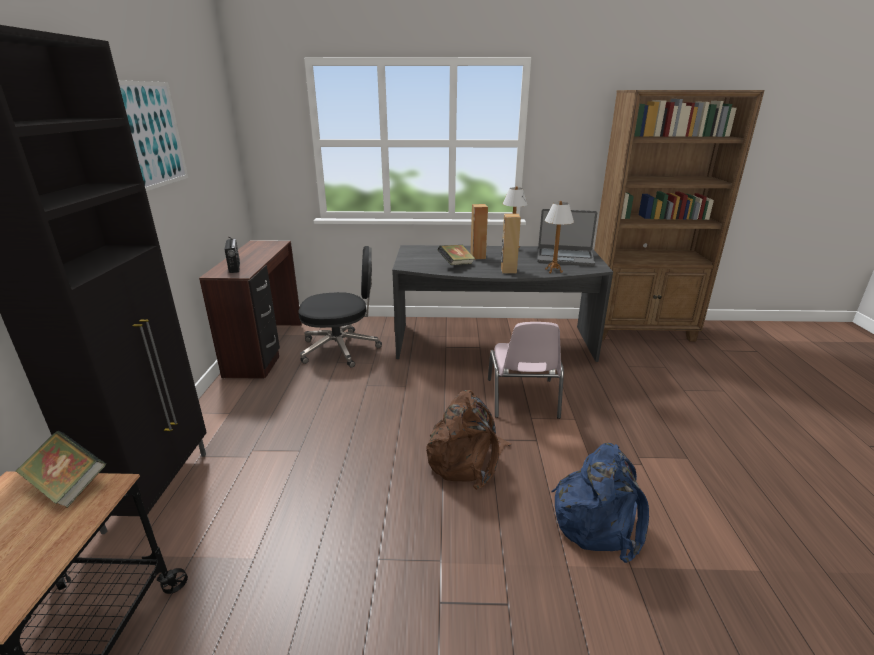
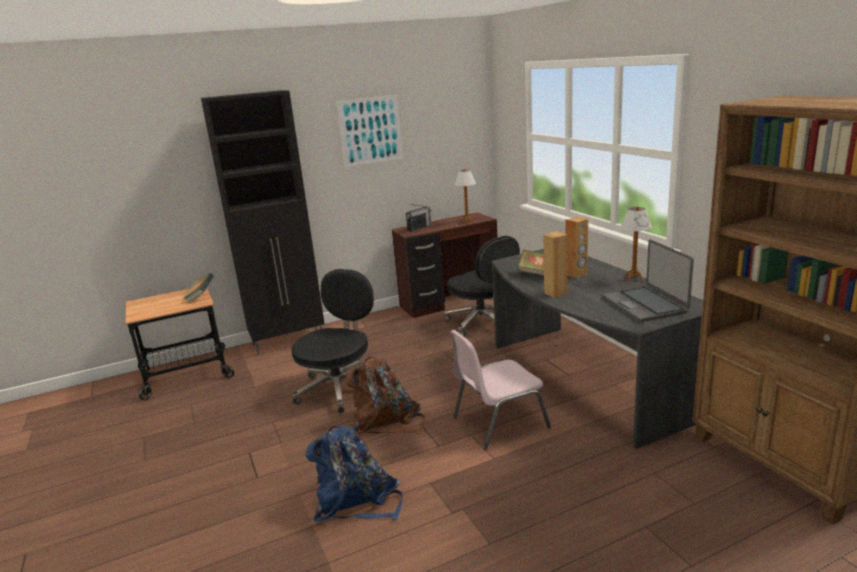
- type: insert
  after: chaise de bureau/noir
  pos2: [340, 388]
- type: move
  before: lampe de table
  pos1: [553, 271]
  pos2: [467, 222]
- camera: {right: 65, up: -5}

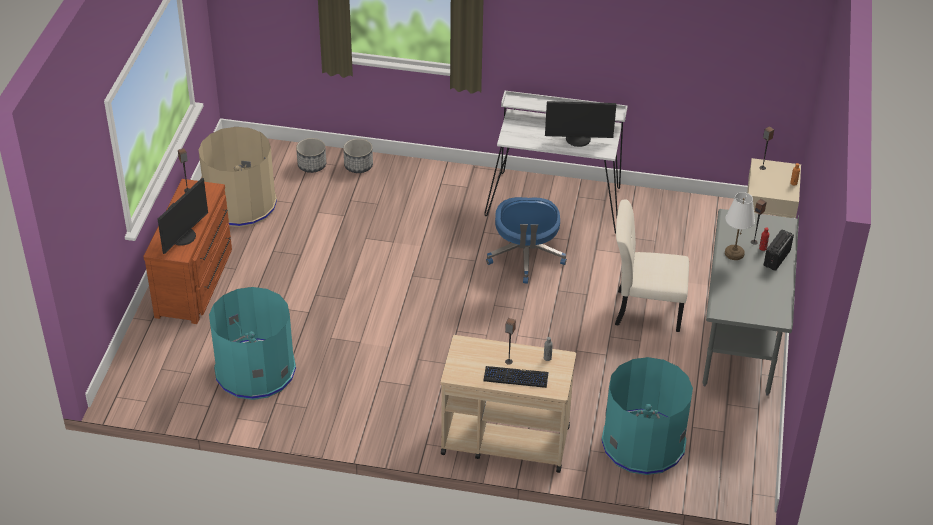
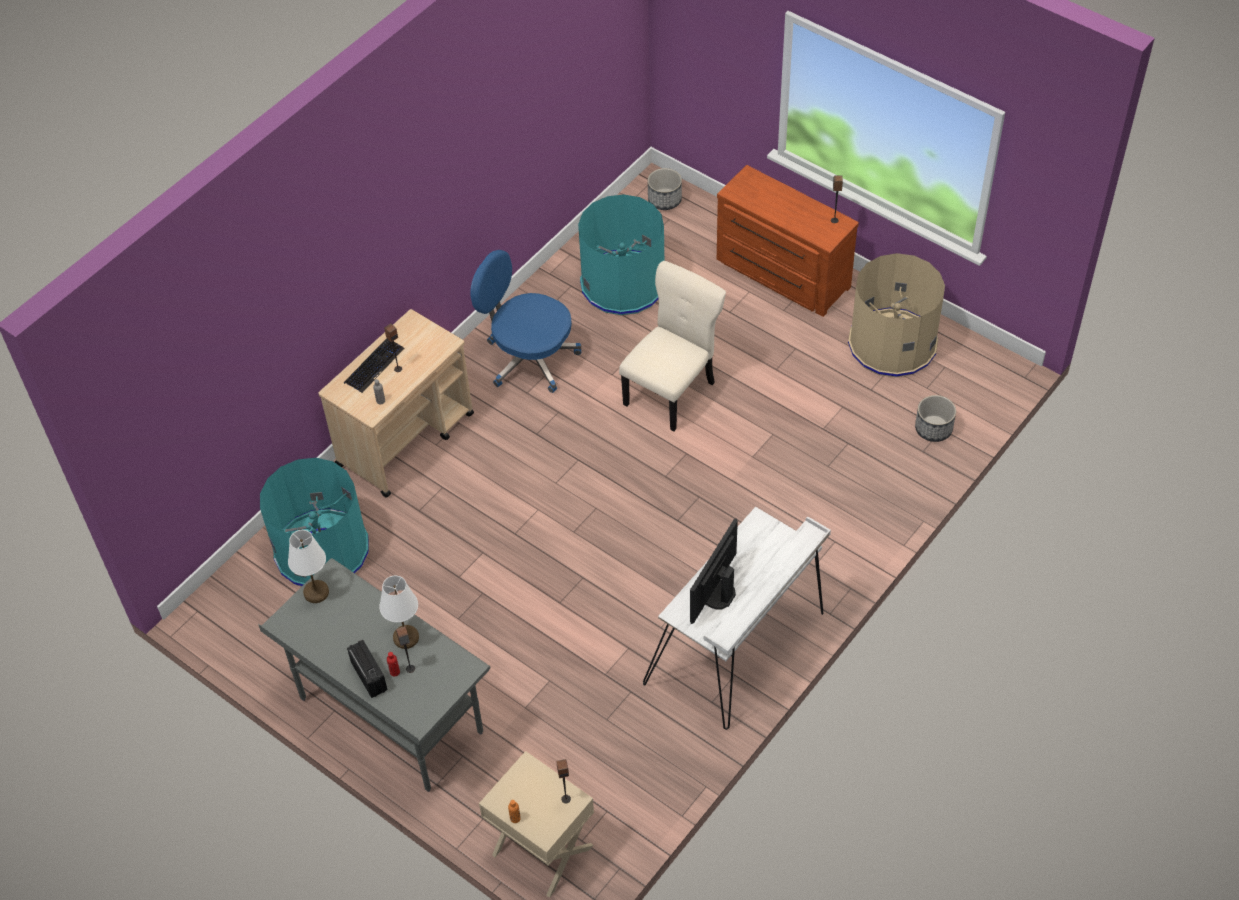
- type: delete
  before: écran d'ordinateur
  pos1: [184, 237]
- type: insert
  after: lampe de table/blanc
  pos2: [317, 592]
- type: move
  before: cache-pot
  pos1: [358, 166]
  pos2: [664, 200]
- type: move
  before: chaise de bureau/bleu
  pos1: [525, 256]
  pos2: [529, 358]
- type: move
  before: chaise/beige
  pos1: [644, 310]
  pos2: [672, 391]
- camera: {right: 120, up: 10}

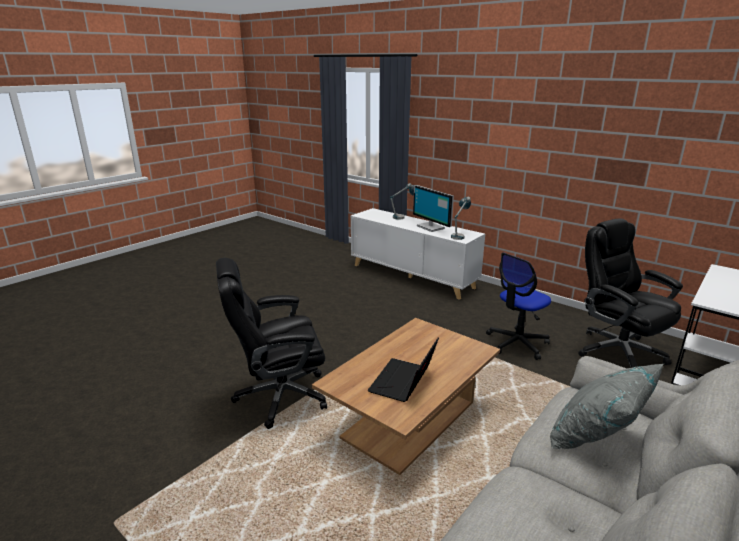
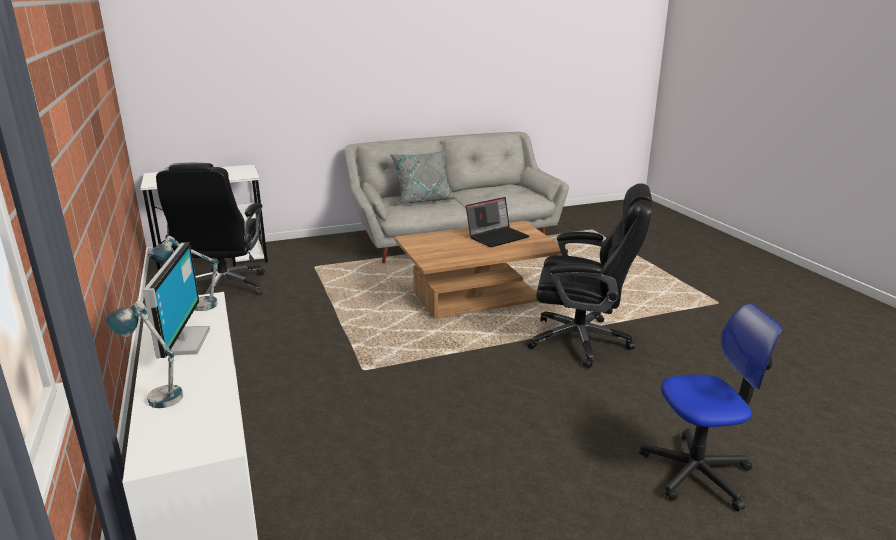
- type: move
  before: chaise de bureau
  pos1: [517, 343]
  pos2: [696, 472]
- camera: {right: -150, up: 0}

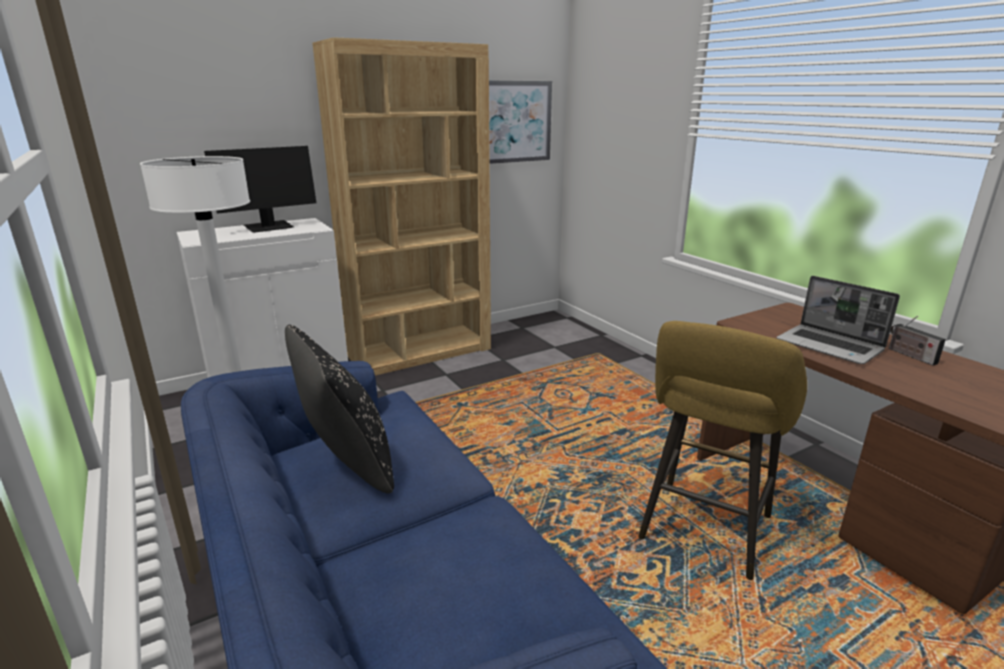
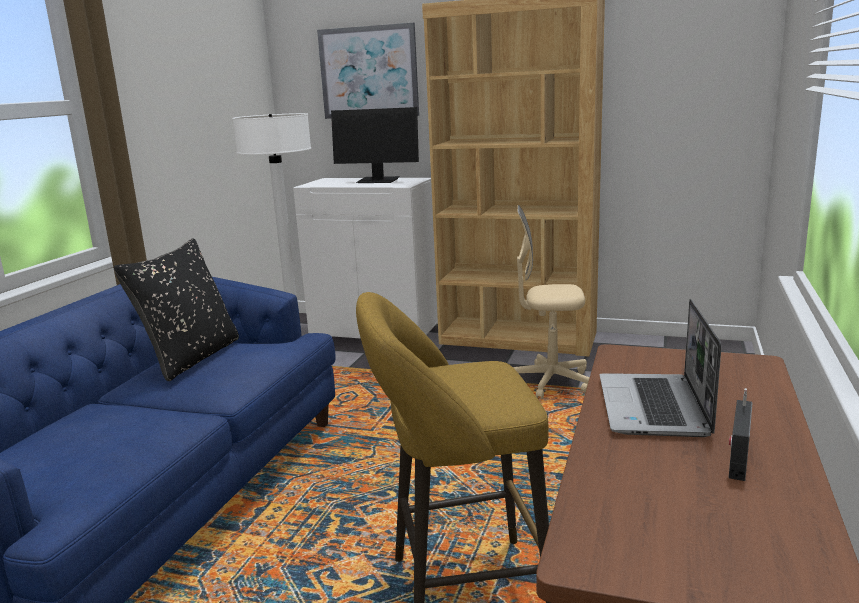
- type: insert
  after: chaise de bureau/beige
  pos2: [550, 382]
- type: move
  before: tableau
  pos1: [512, 122]
  pos2: [368, 72]
- camera: {right: 50, up: -5}

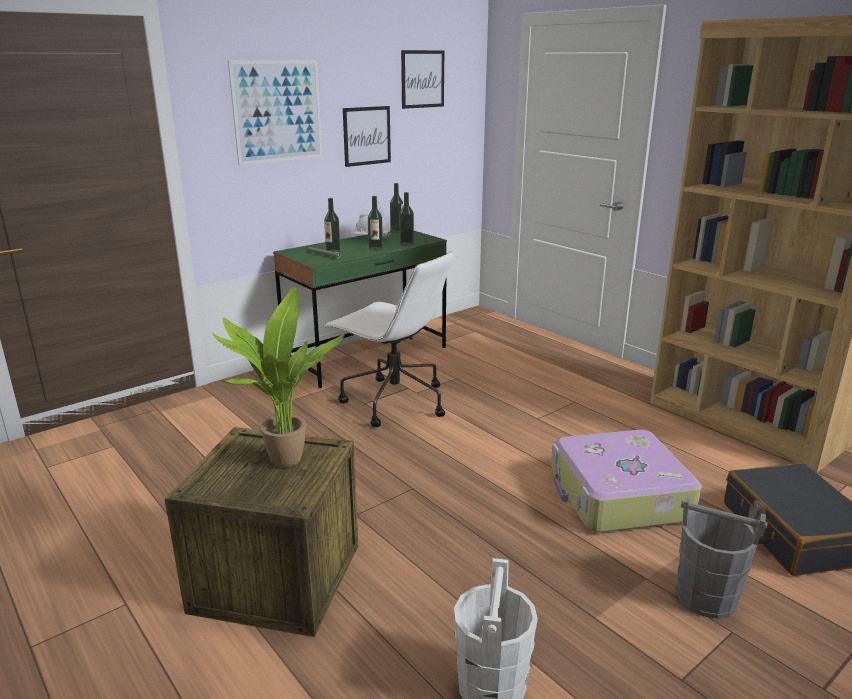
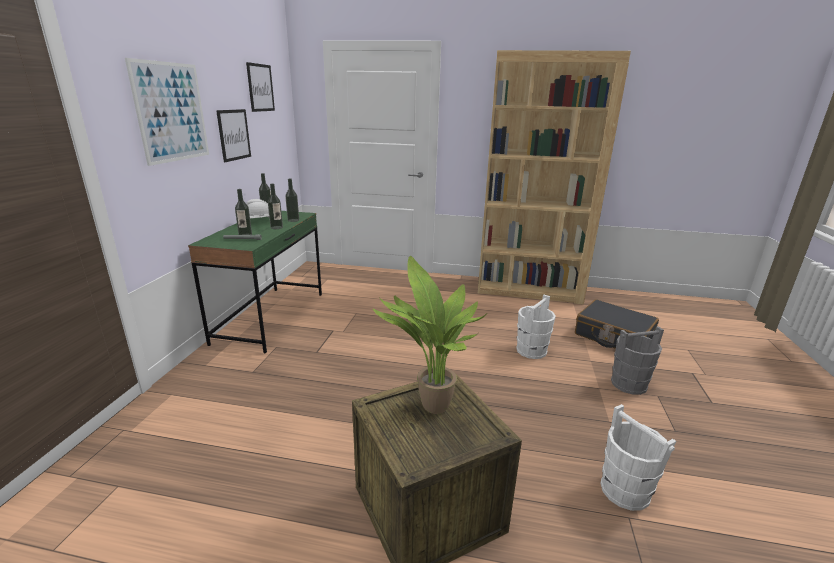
- type: delete
  before: chaise de bureau/blanc
  pos1: [393, 402]
- type: replace
  before: valise
  after: seau/blanc
  pos1: [618, 496]
  pos2: [531, 350]
- camera: {right: -40, up: 0}

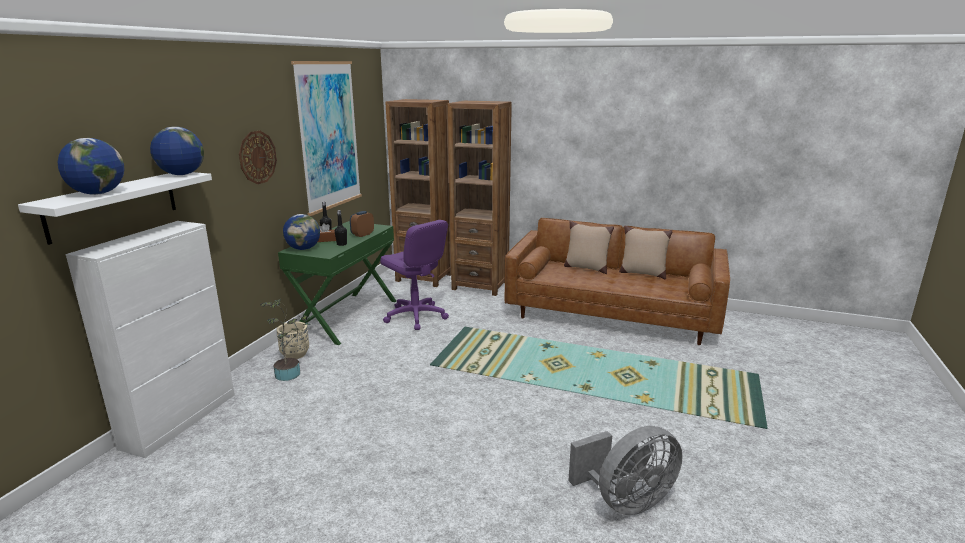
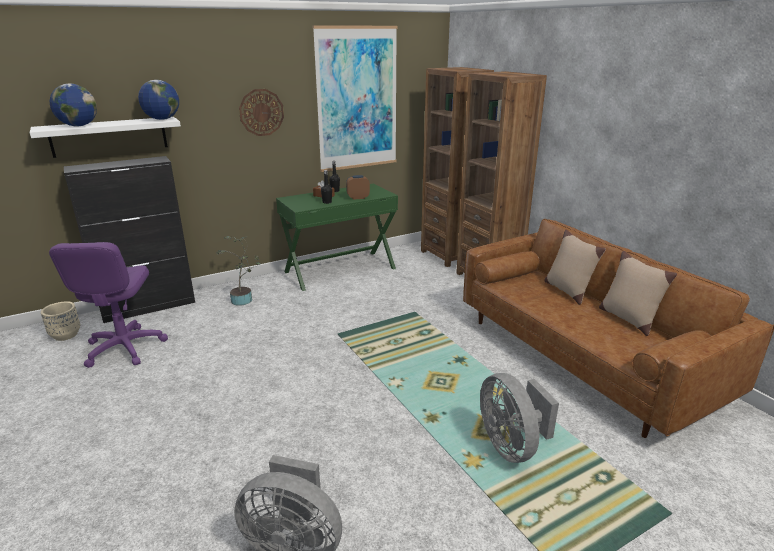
- type: delete
  before: globe
  pos1: [303, 249]
- type: insert
  after: ventilateur/gris
  pos2: [511, 445]
- type: move
  before: cache-pot/beige
  pos1: [295, 354]
  pos2: [66, 335]
- type: move
  before: chaise de bureau/violet
  pos1: [415, 316]
  pos2: [124, 348]
- type: recolor
  before: meuble de rangement/blanc
  after: meuble de rangement/noir
  pos1: [181, 420]
  pos2: [149, 306]
- camera: {right: 40, up: 5}

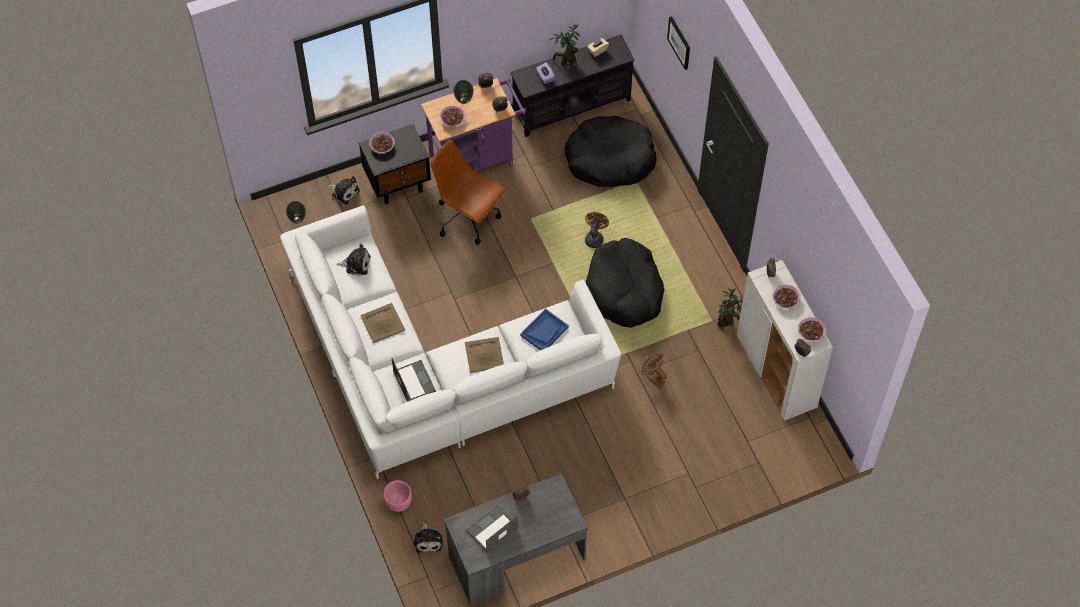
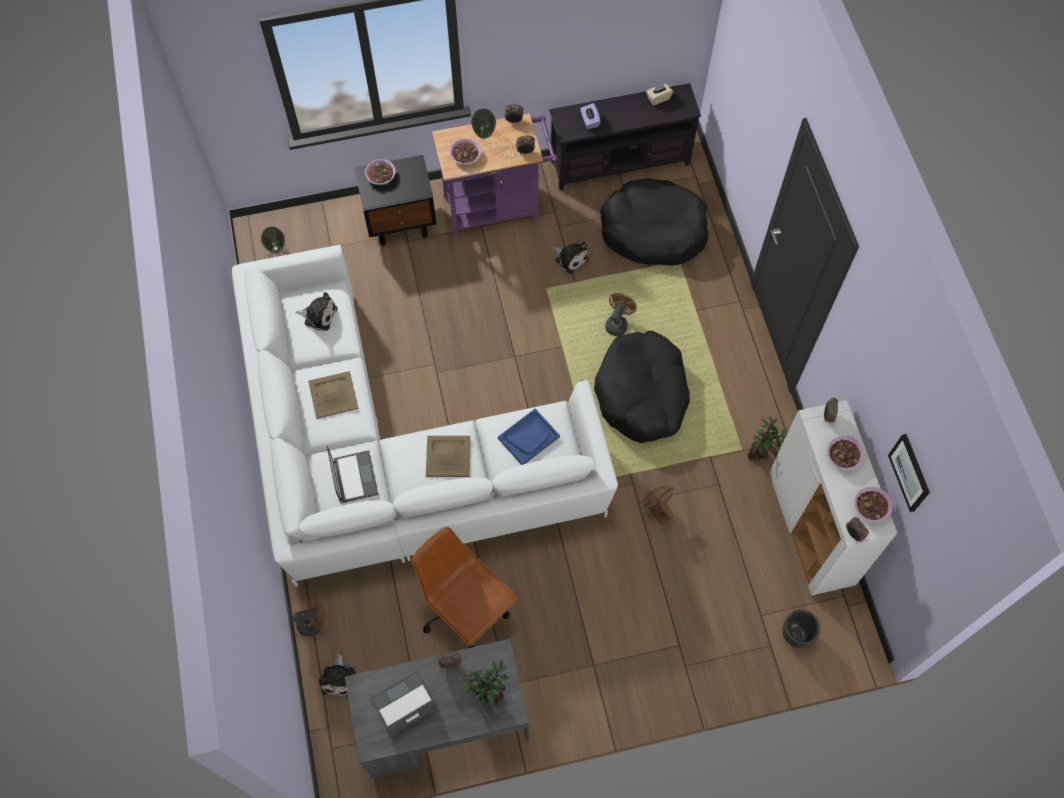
- type: insert
  after: cache-pot/noir
  pos2: [796, 634]
- type: move
  before: peluche
  pos1: [344, 192]
  pos2: [570, 258]
- type: move
  before: chaise de bureau/marron
  pos1: [468, 218]
  pos2: [466, 610]
- type: move
  before: plante en pot
  pos1: [566, 63]
  pos2: [487, 695]
- type: move
  before: tableau
  pos1: [679, 42]
  pos2: [910, 472]
- type: replace
  before: cache-pot/rose
  after: ventilateur/marron
  pos1: [398, 503]
  pos2: [314, 623]
- camera: {right: 10, up: 5}

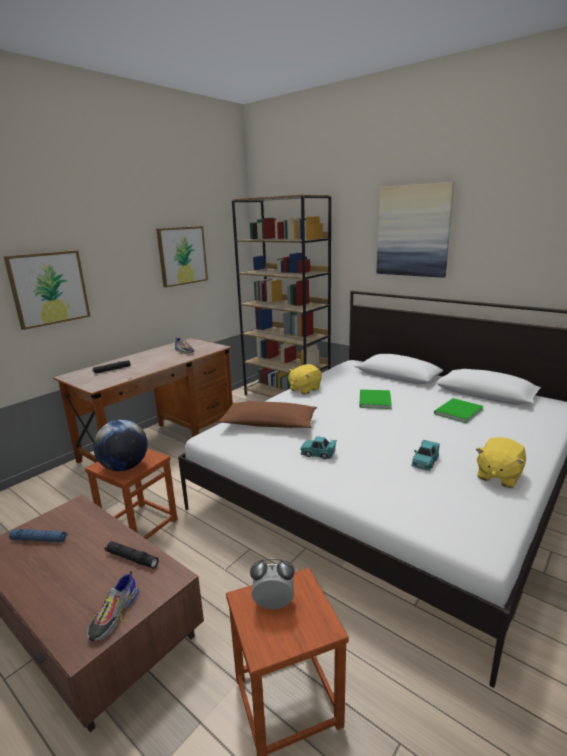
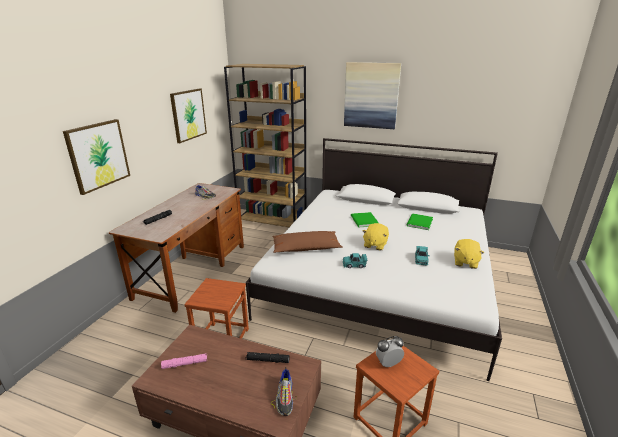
- type: delete
  before: globe
  pos1: [125, 467]
- type: move
  before: peluche/jaune
  pos1: [304, 389]
  pos2: [375, 245]
- type: recolor
  before: lampe de poche/bleu
  after: lampe de poche/rose
  pos1: [39, 539]
  pos2: [185, 364]
- camera: {right: -20, up: 5}

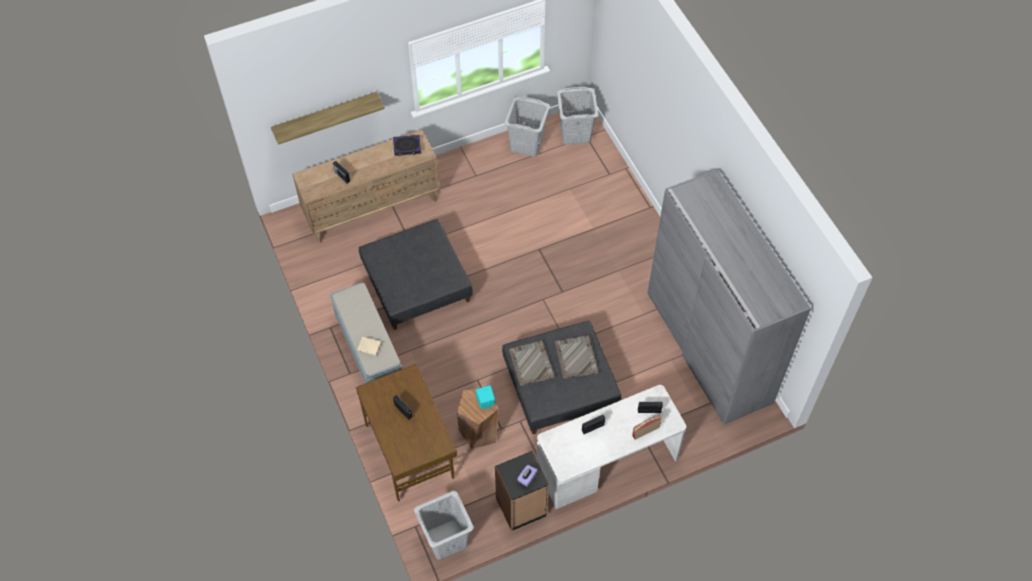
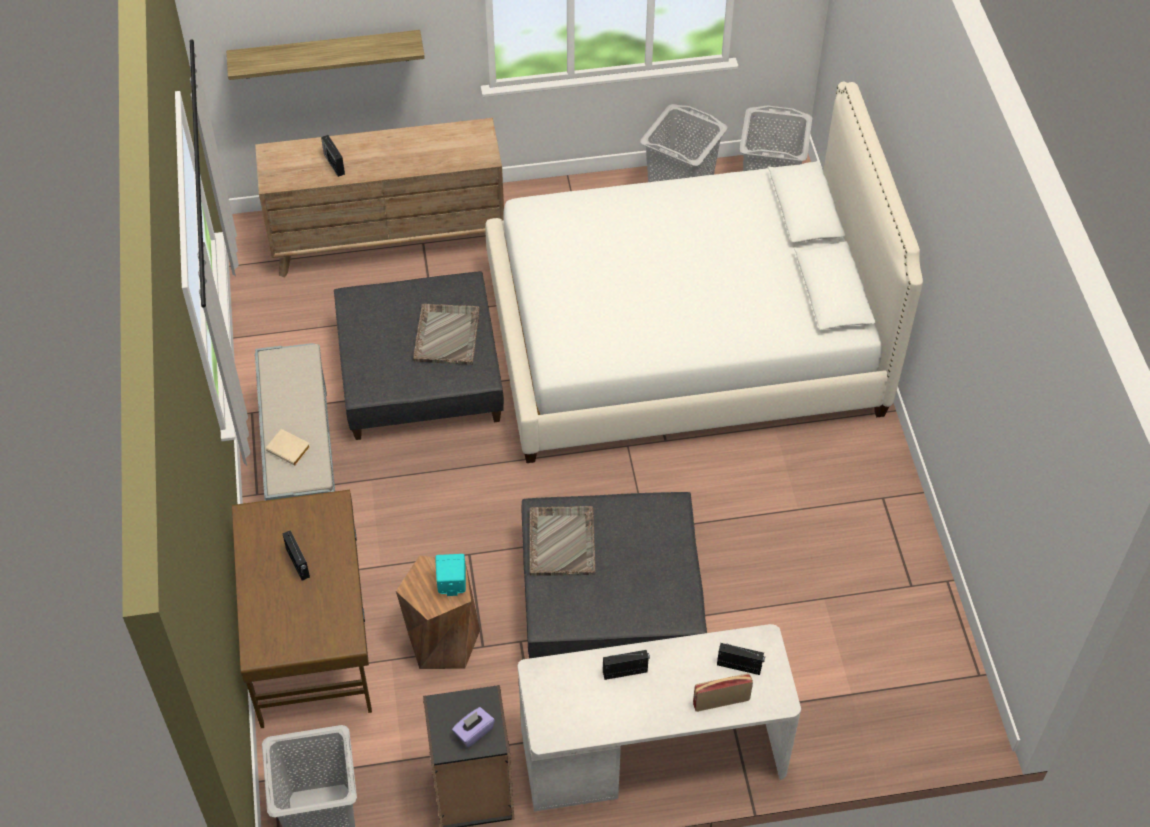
- type: delete
  before: livre
  pos1: [407, 147]
- type: delete
  before: armoire/gris
  pos1: [708, 347]
- type: insert
  after: lit/blanc
  pos2: [684, 340]
- type: move
  before: plateau/gris
  pos1: [576, 357]
  pos2: [447, 335]
- camera: {right: 15, up: -5}

